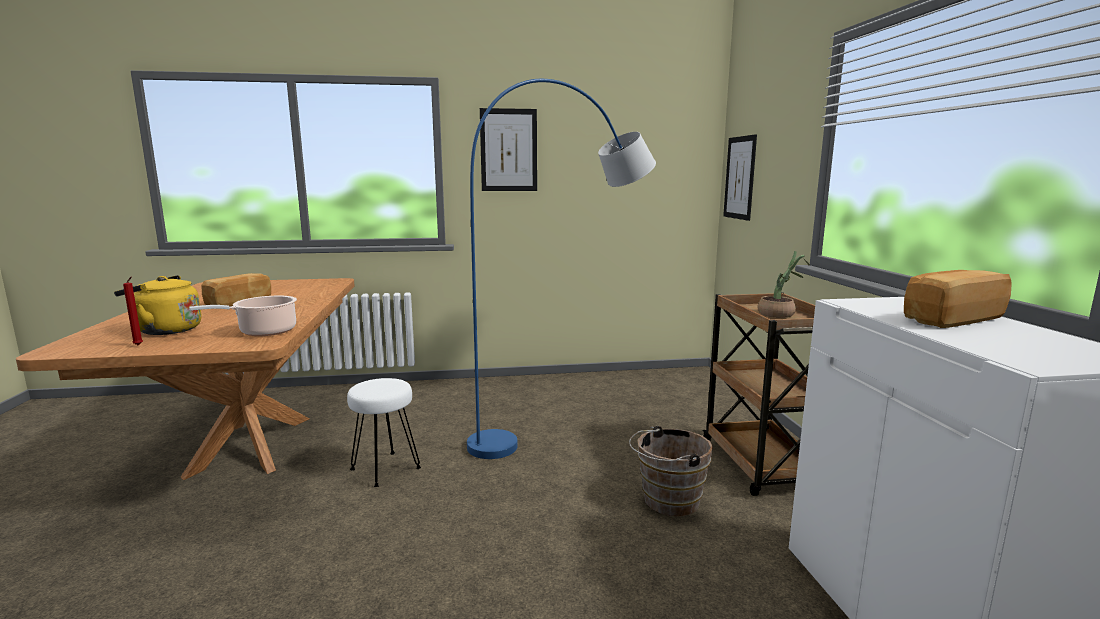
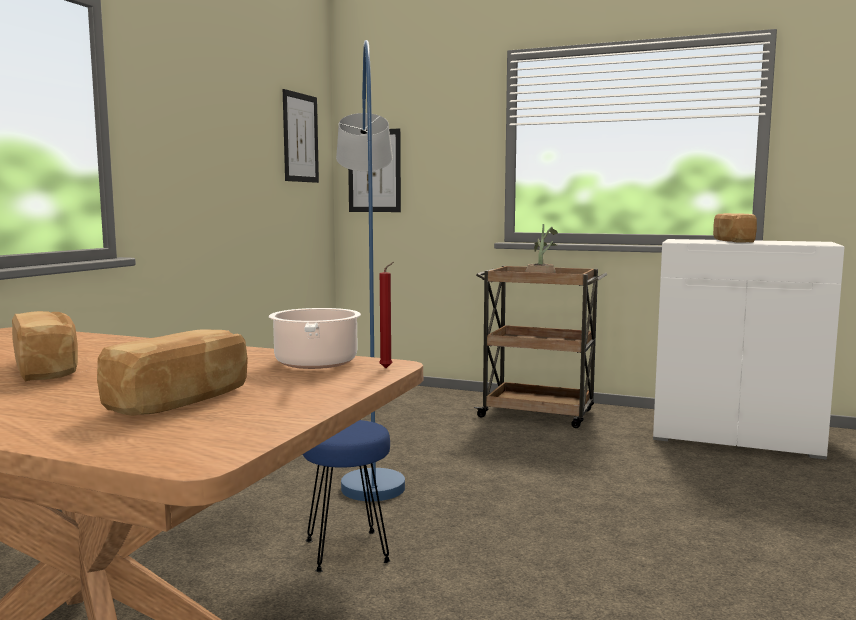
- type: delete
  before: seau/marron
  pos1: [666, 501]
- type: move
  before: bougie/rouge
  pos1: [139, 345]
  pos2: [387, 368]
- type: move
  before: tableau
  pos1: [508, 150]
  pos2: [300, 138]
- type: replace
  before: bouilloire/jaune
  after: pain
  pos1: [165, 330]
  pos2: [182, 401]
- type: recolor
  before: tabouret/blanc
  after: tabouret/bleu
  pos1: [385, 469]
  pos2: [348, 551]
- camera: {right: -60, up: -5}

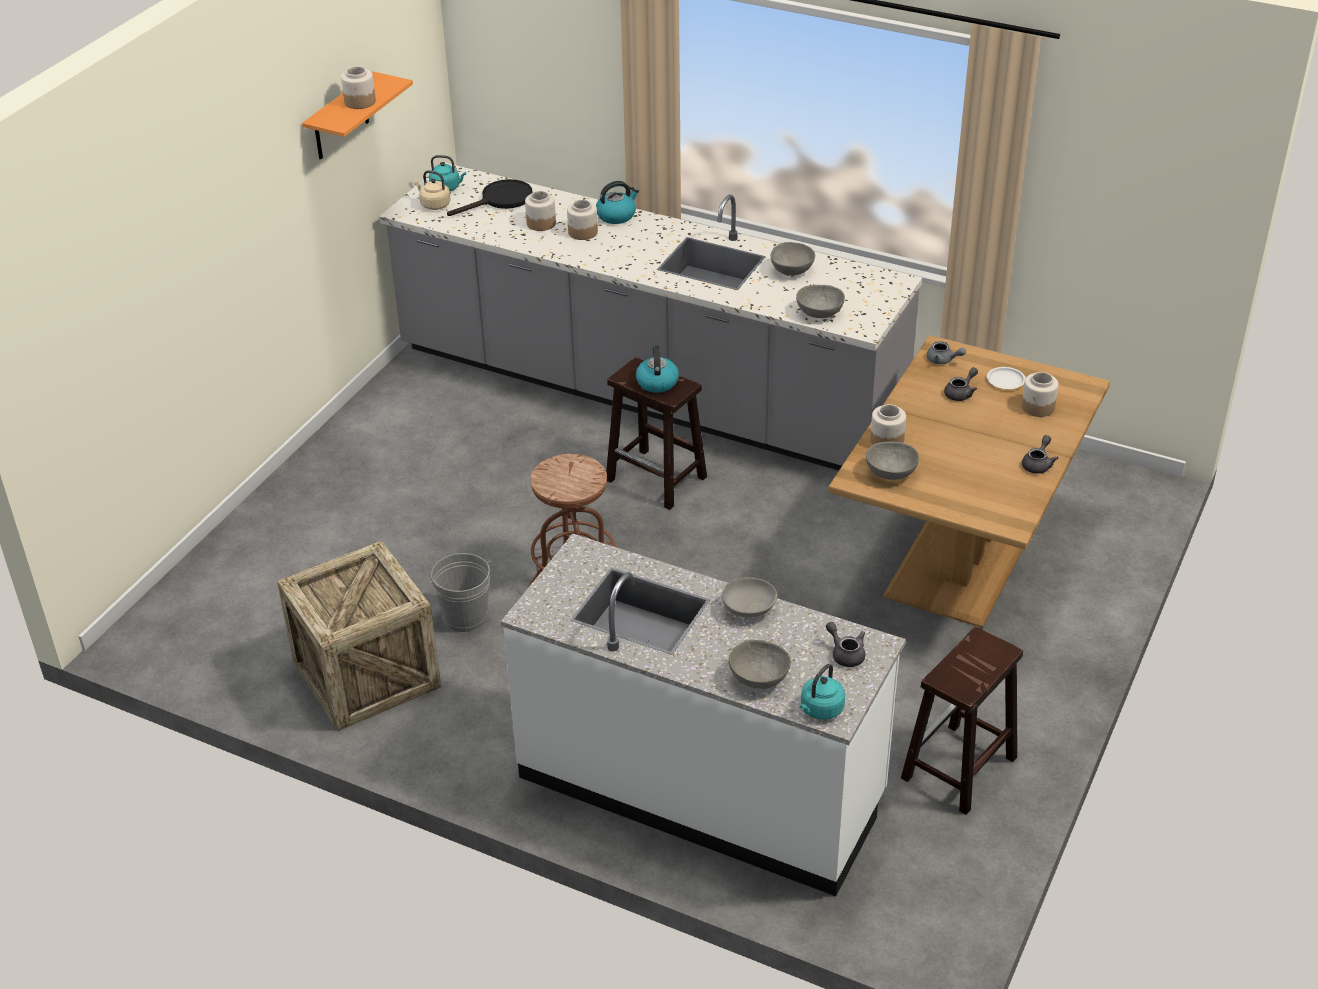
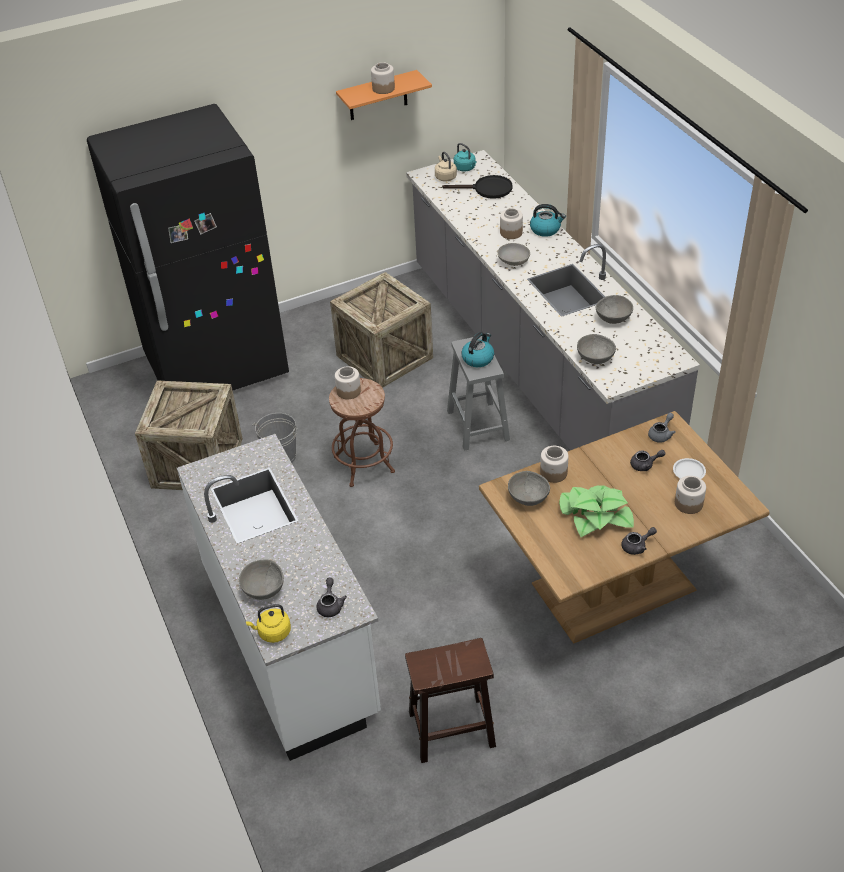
- type: insert
  after: réfrigérateur/noir
  pos2: [217, 367]
- type: insert
  after: caisse
  pos2: [384, 356]
- type: insert
  after: plante en pot
  pos2: [595, 515]
- type: move
  before: bocal
  pos1: [541, 223]
  pos2: [349, 391]
- type: move
  before: bol/gris
  pos1: [748, 608]
  pos2: [513, 261]
- type: recolor
  before: tabouret/marron
  after: tabouret/gris
  pos1: [657, 479]
  pos2: [478, 426]
- type: recolor
  before: bouilloire/turquoise
  after: bouilloire/jaune
  pos1: [820, 710]
  pos2: [272, 632]
- type: rotate
  before: théière/gris
  pos1: [943, 360]
  pos2: [661, 434]
  turn: -120
- camera: {right: 40, up: 5}

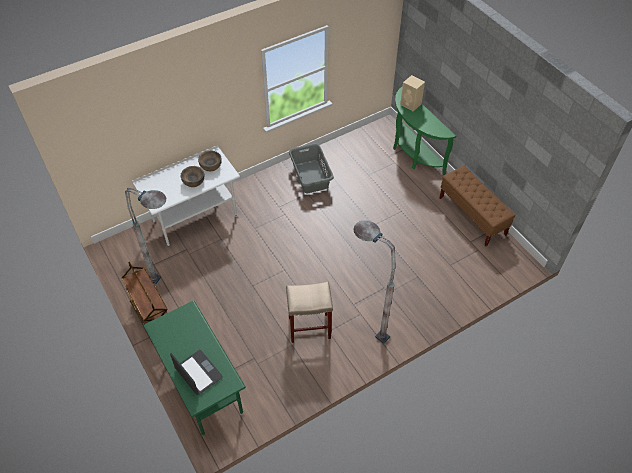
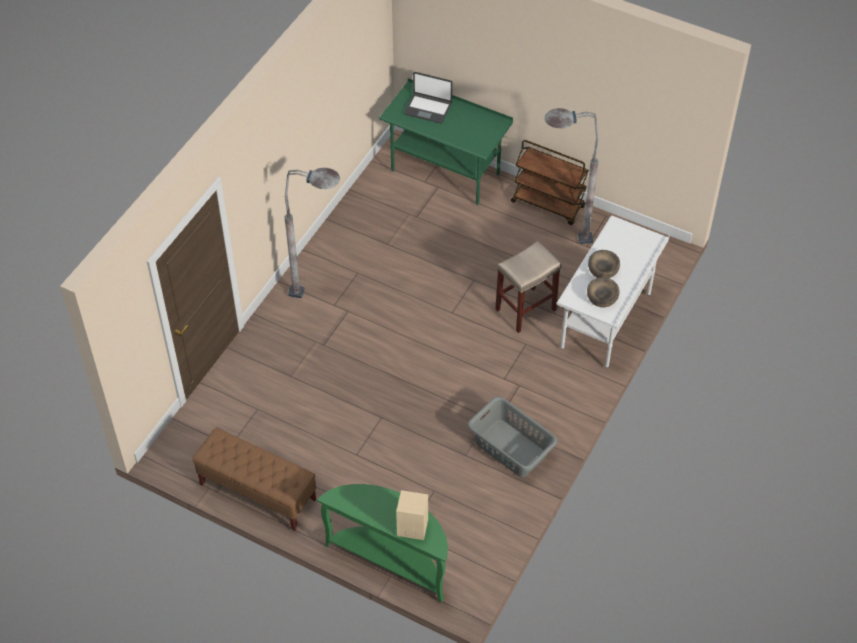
- type: move
  before: tabouret/beige
  pos1: [309, 328]
  pos2: [526, 309]
- camera: {right: 150, up: 0}

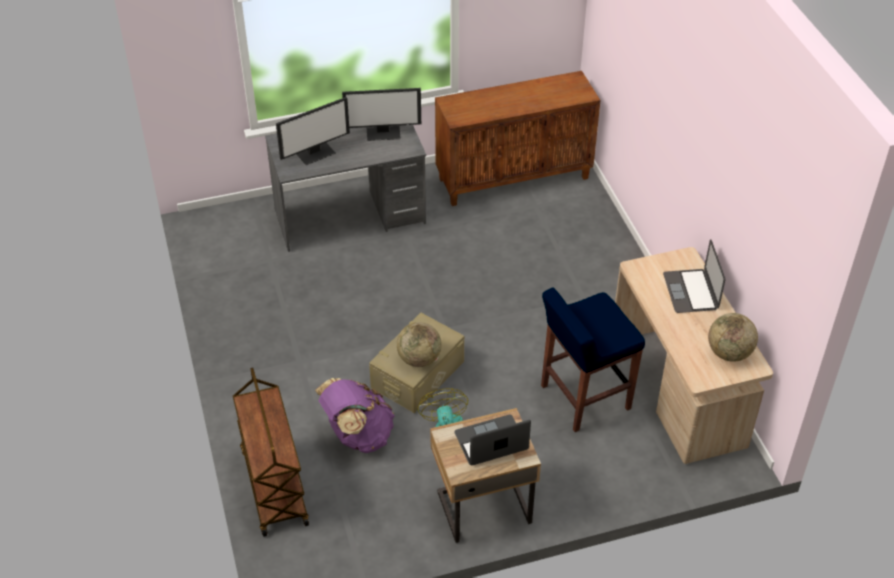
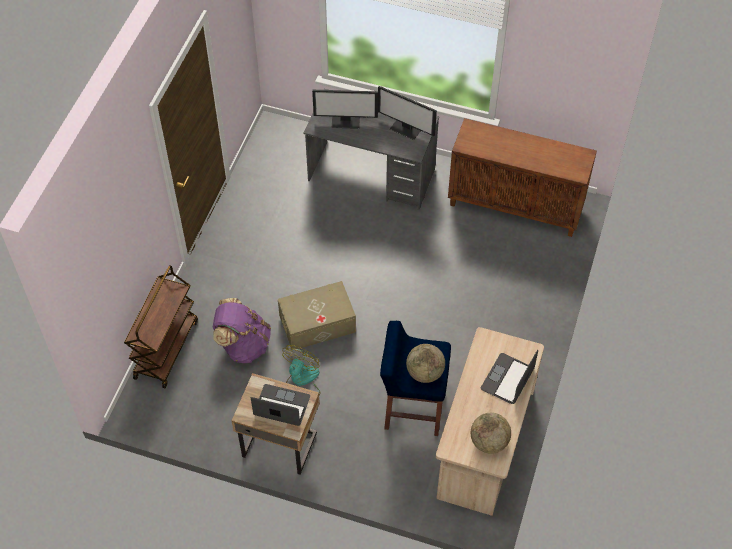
- type: move
  before: globe
  pos1: [419, 359]
  pos2: [425, 372]
- camera: {right: 35, up: 10}

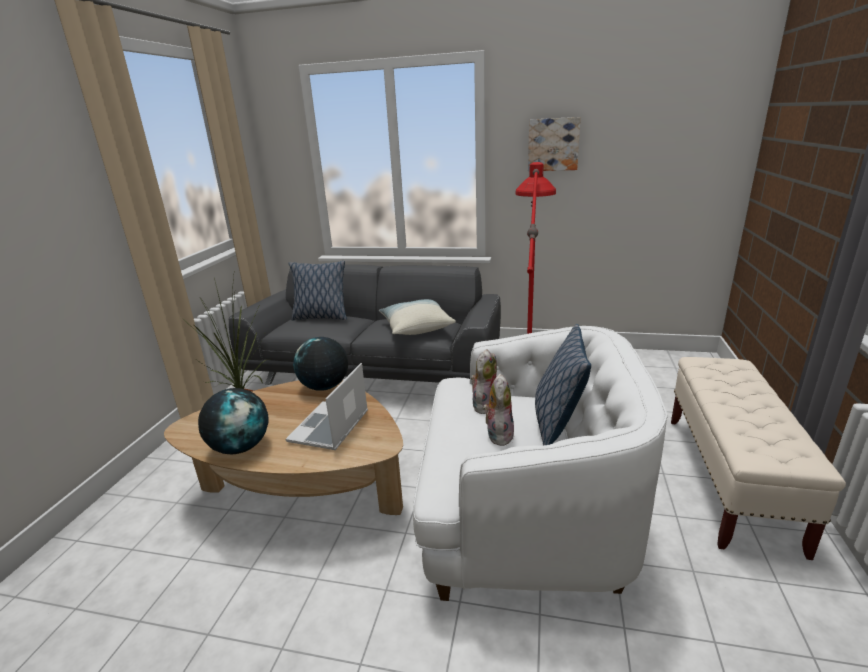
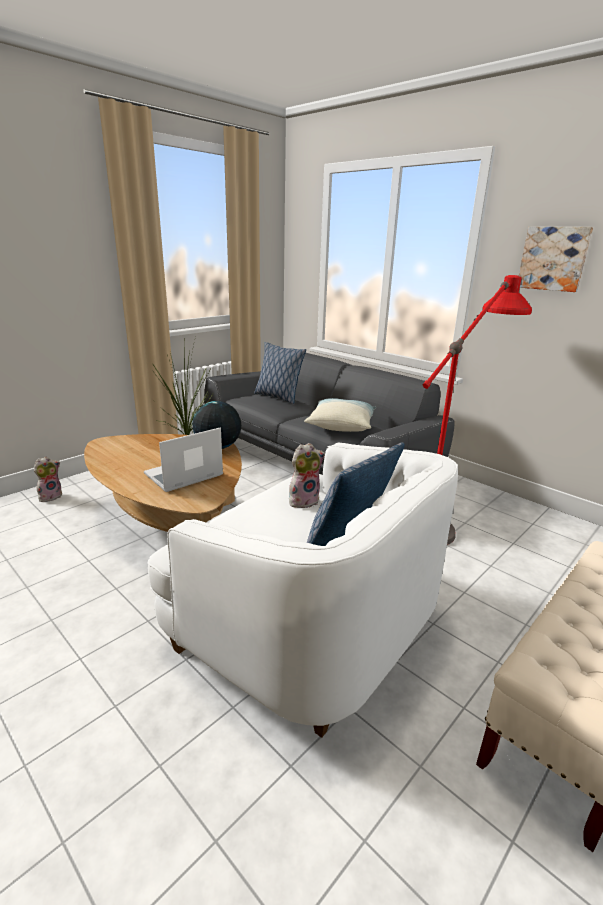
- type: delete
  before: globe
  pos1: [241, 447]
- type: move
  before: peluche
  pos1: [498, 434]
  pos2: [51, 496]
- camera: {right: 30, up: 0}

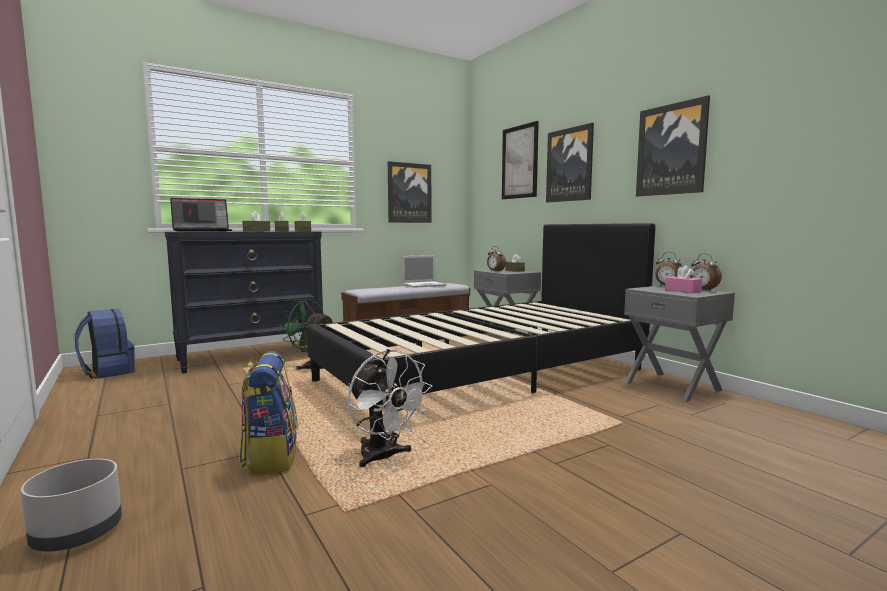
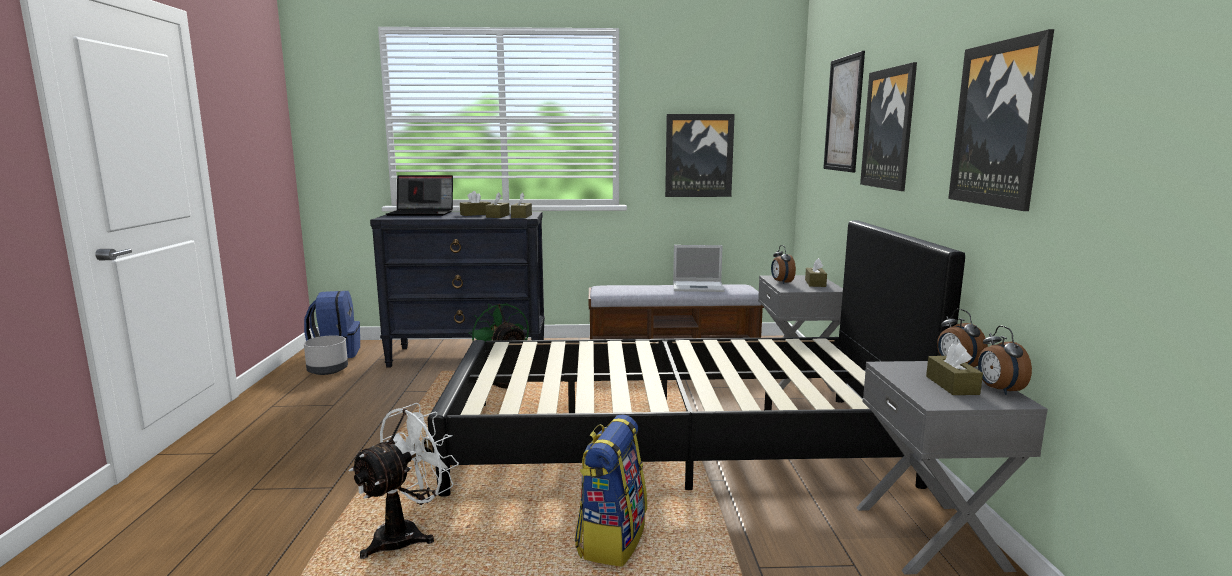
- type: move
  before: cache-pot/gris
  pos1: [78, 533]
  pos2: [328, 370]
- type: move
  before: sac à dos
  pos1: [270, 457]
  pos2: [611, 539]
- type: recolor
  before: boîte à mouchoirs/rose
  after: boîte à mouchoirs/marron
  pos1: [682, 290]
  pos2: [952, 385]
- type: rotate
  before: ventilateur/blanc
  pos1: [383, 458]
  pos2: [407, 534]
  turn: -135
- camera: {right: 30, up: 5}

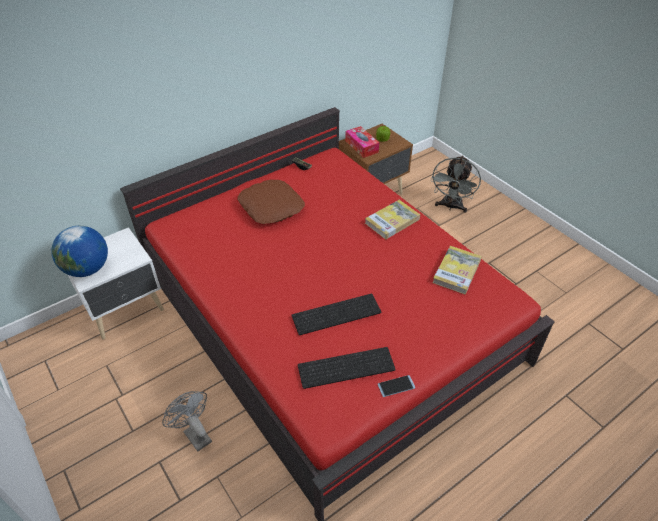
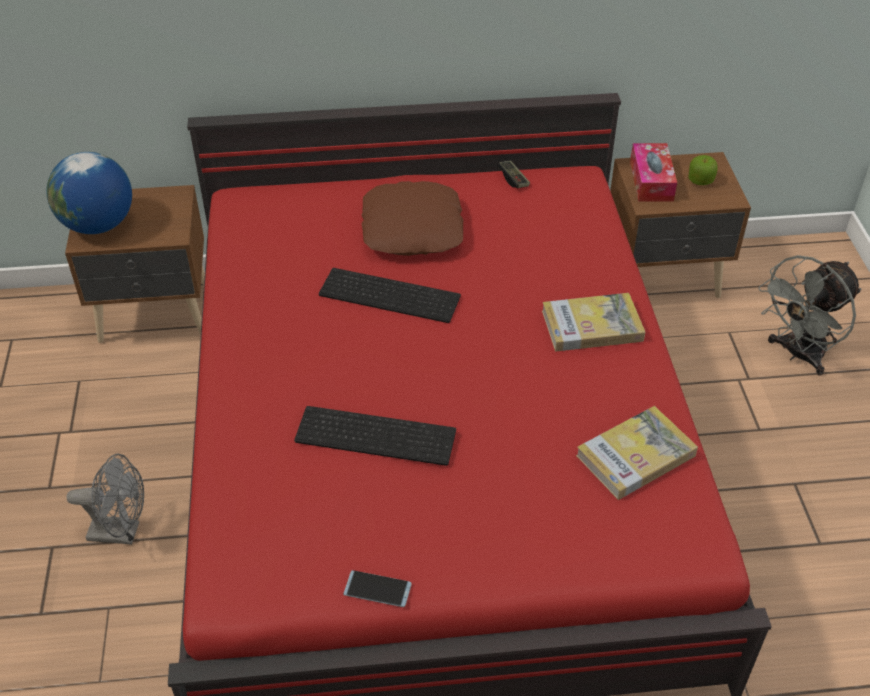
- type: move
  before: clavier
  pos1: [346, 366]
  pos2: [391, 294]
- type: recolor
  before: table de chevet/blanc
  after: table de chevet/marron
  pos1: [126, 310]
  pos2: [156, 314]
- type: rotate
  before: ventilateur/gris
  pos1: [194, 433]
  pos2: [122, 532]
  turn: 105
- camera: {right: 30, up: 0}

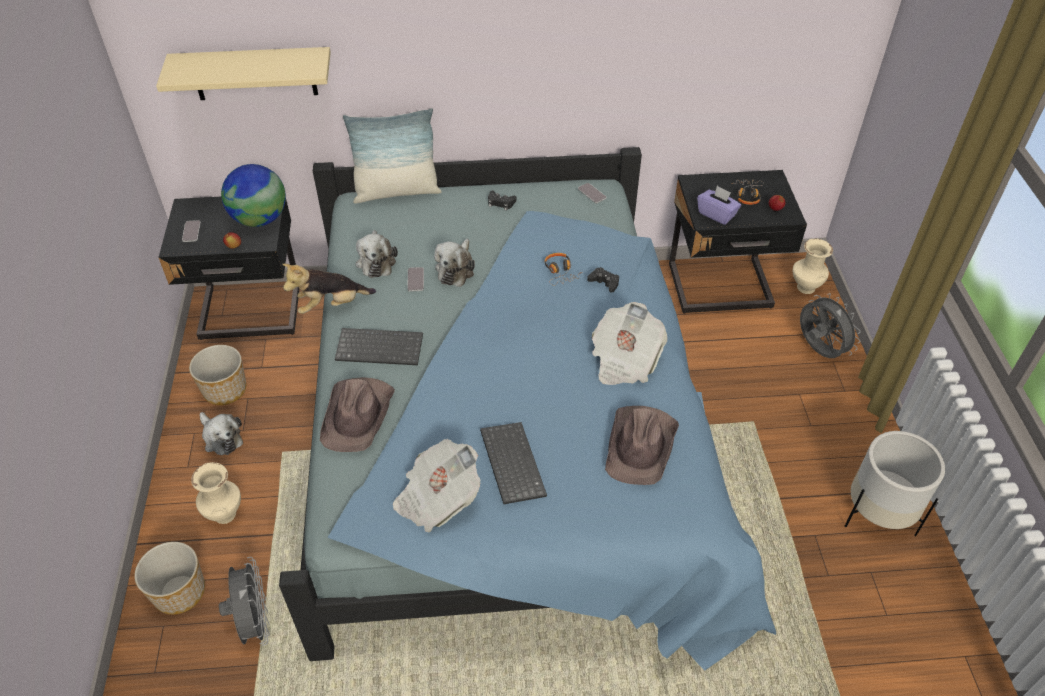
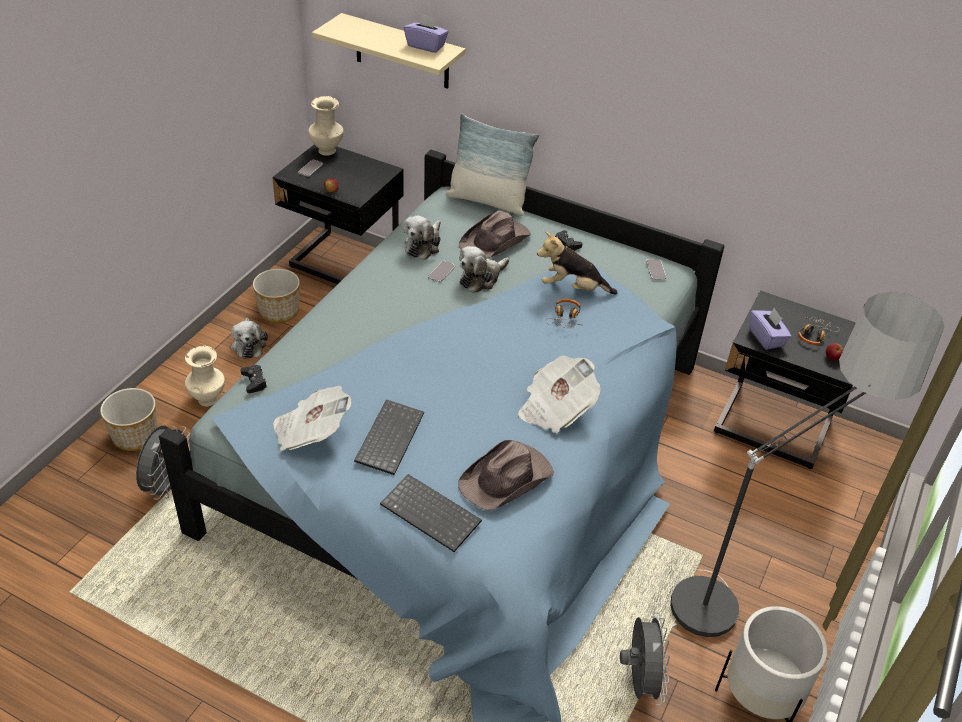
- type: delete
  before: globe
  pos1: [260, 219]
- type: insert
  after: boîte à mouchoirs/violet
  pos2: [426, 46]
- type: insert
  after: lampadaire
  pos2: [747, 590]
- type: move
  before: peluche
  pos1: [331, 305]
  pos2: [573, 288]
- type: move
  before: chapeau/marron
  pos1: [358, 415]
  pos2: [495, 240]
- type: move
  before: clavier
  pos1: [381, 347]
  pos2: [432, 513]
- type: move
  before: manette/noir
  pos1: [604, 282]
  pos2: [254, 382]
- type: move
  before: vase/beige
  pos1: [805, 287]
  pos2: [327, 150]
- type: move
  before: ventilateur/gris
  pos1: [818, 350]
  pos2: [639, 680]
- camera: {right: 30, up: -5}

